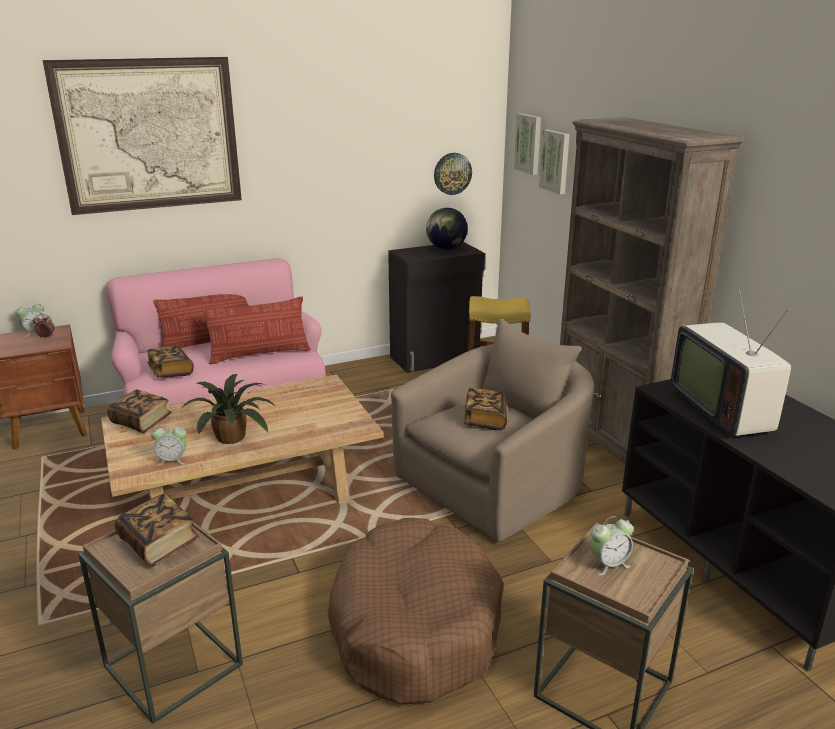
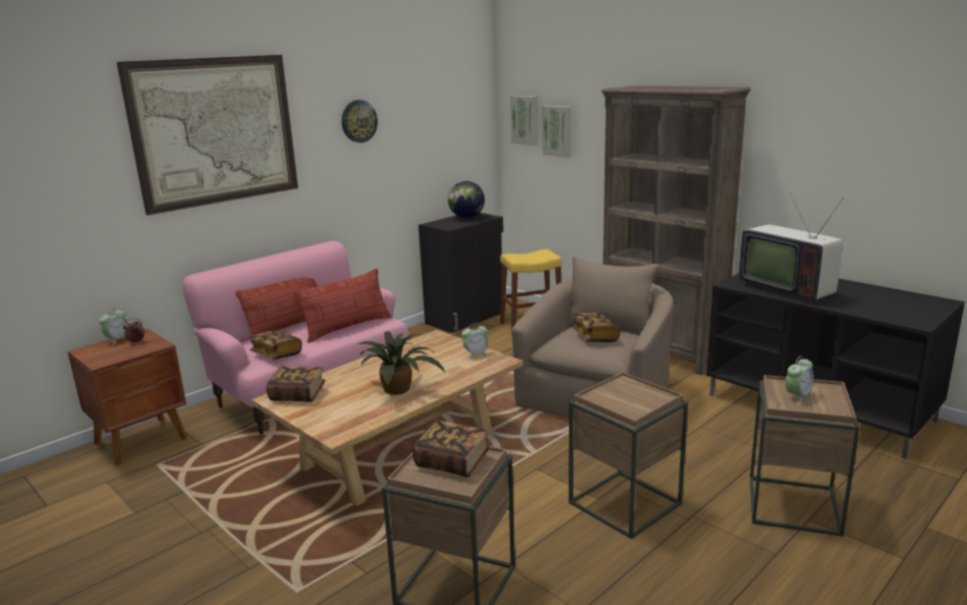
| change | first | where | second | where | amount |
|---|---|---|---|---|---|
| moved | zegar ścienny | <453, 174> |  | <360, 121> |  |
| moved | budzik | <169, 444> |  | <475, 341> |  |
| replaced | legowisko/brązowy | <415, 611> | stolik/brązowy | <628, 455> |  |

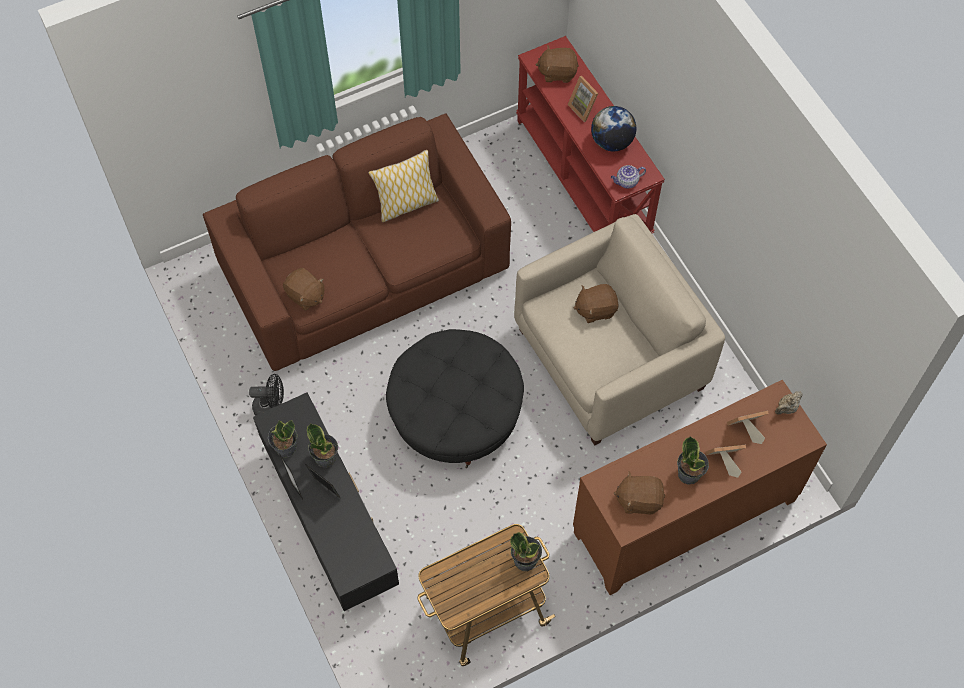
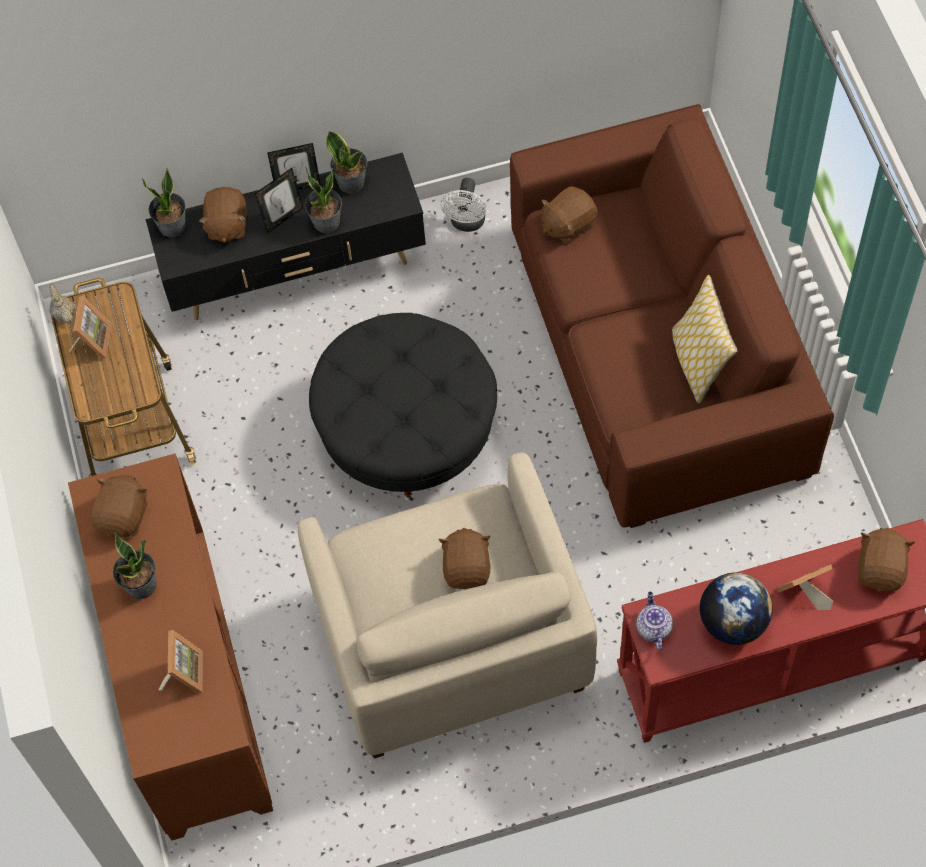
| change | first | where | second | where | amount |
|---|---|---|---|---|---|
| moved | imbryk/beżowy | <789, 402> |  | <62, 304> |  |
| moved | ramka na zdjęcie | <725, 461> |  | <90, 327> |  |
| moved | roślina doniczkowa | <526, 551> |  | <164, 202> |  |
| added |  |  | pluszak/brązowy | <222, 215> |  |
| recoloured | wentylator/czarny | <266, 395> | wentylator/biały | <463, 205> |  |

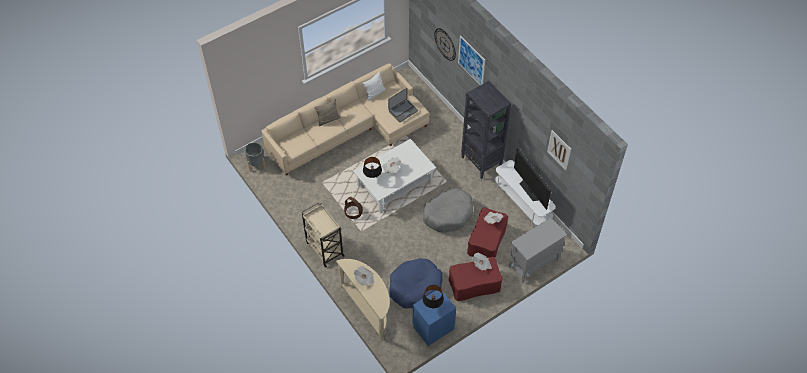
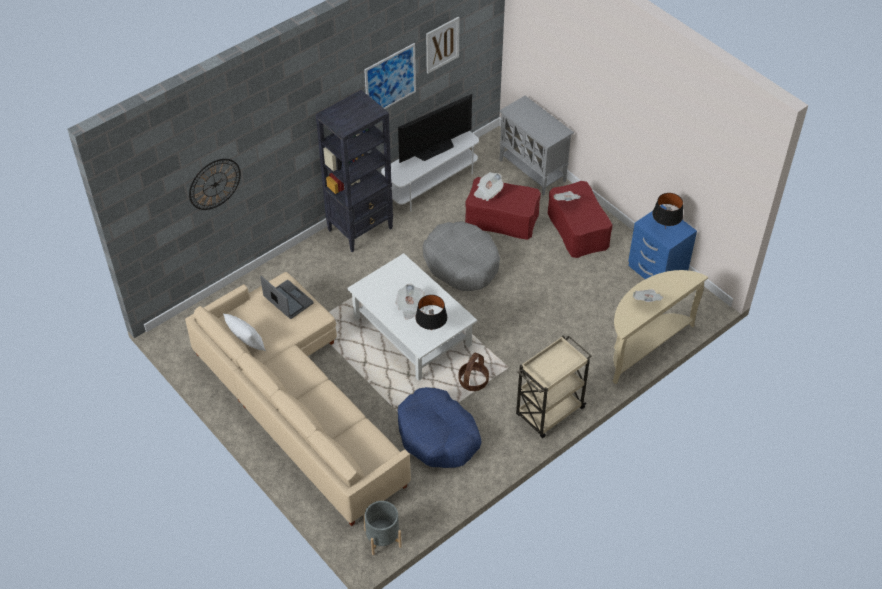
| change | first | where | second | where | amount |
|---|---|---|---|---|---|
| moved | obraz | <471, 60> |  | <390, 76> |  |
| moved | legowisko/niebieski | <416, 283> |  | <439, 427> |  |
| removed | poduszka/beżowy | <327, 112> |  |  |  |

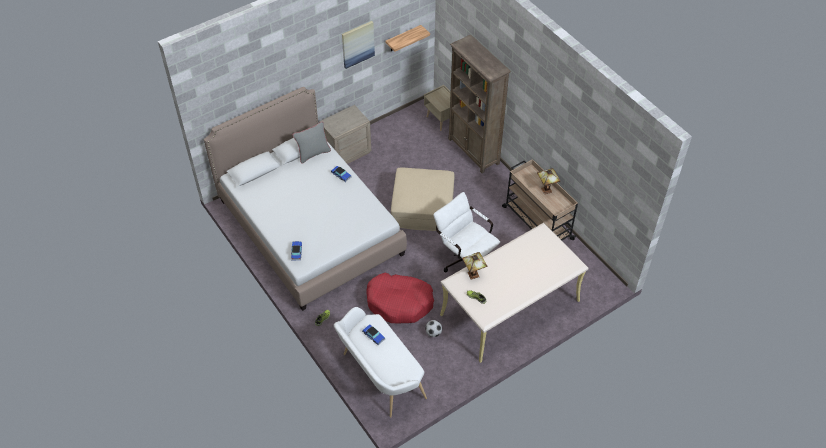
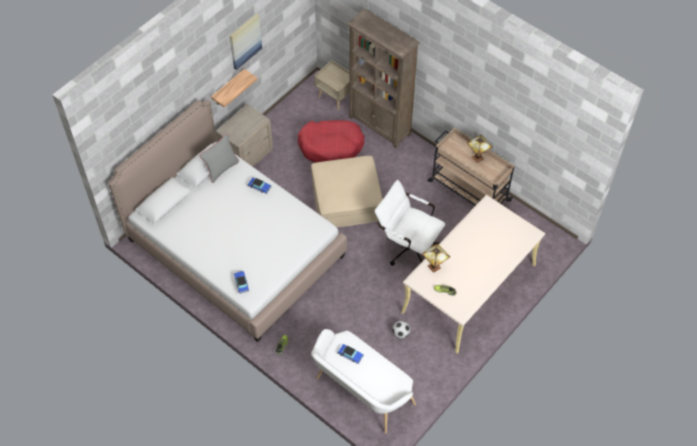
| change | first | where | second | where | amount |
|---|---|---|---|---|---|
| moved | półka | <408, 38> |  | <234, 88> |  |
| moved | legowisko/czerwony | <400, 297> |  | <331, 141> |  |

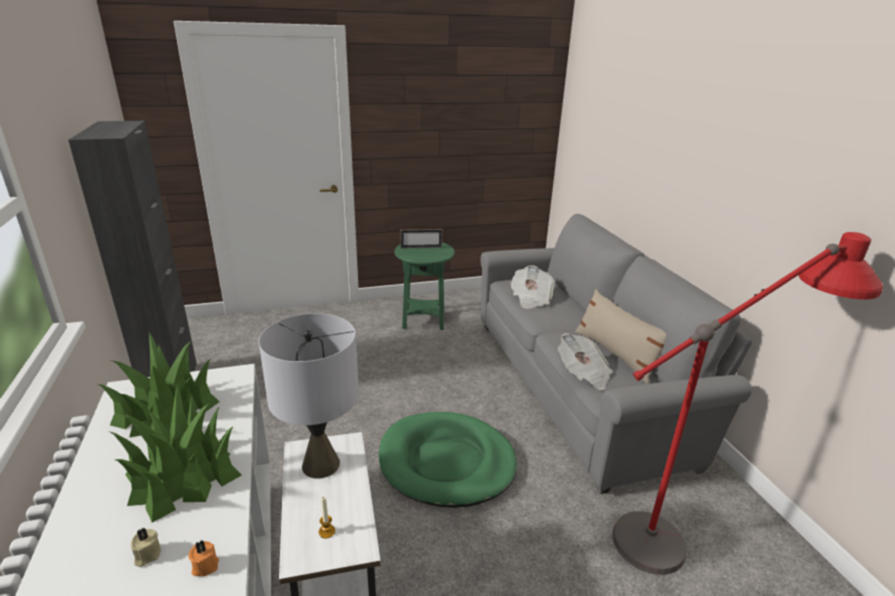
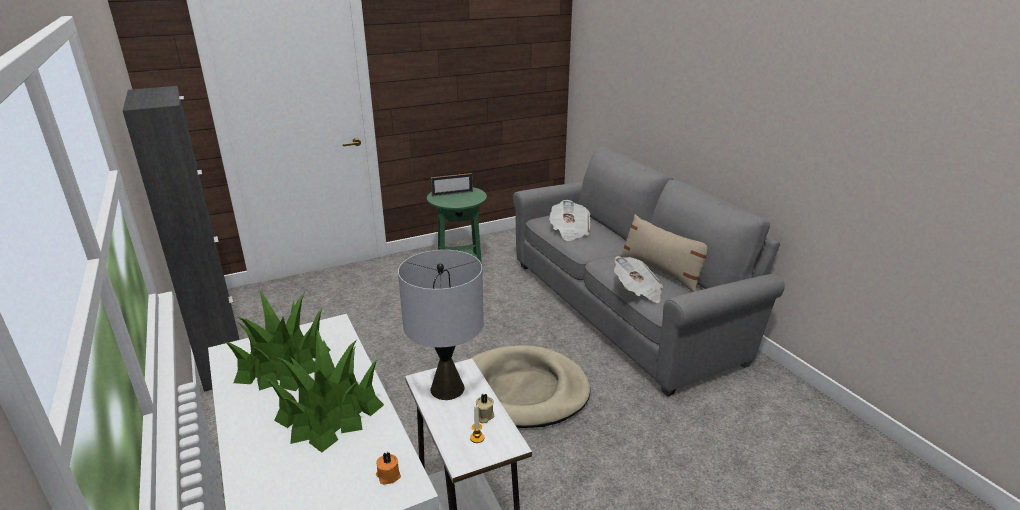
| change | first | where | second | where | amount |
|---|---|---|---|---|---|
| recoloured | legowisko/zielony | <448, 460> | legowisko/beżowy | <530, 386> |  |
| moved | świeca/beżowy | <146, 547> |  | <485, 408> |  |
| removed | lampa stojąca/czerwony | <747, 403> |  |  |  |

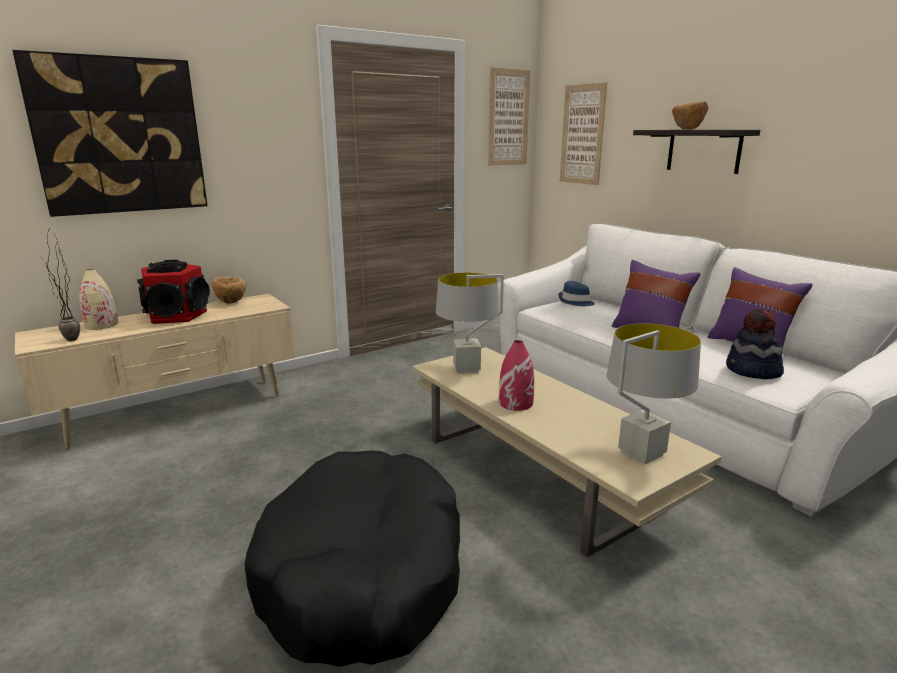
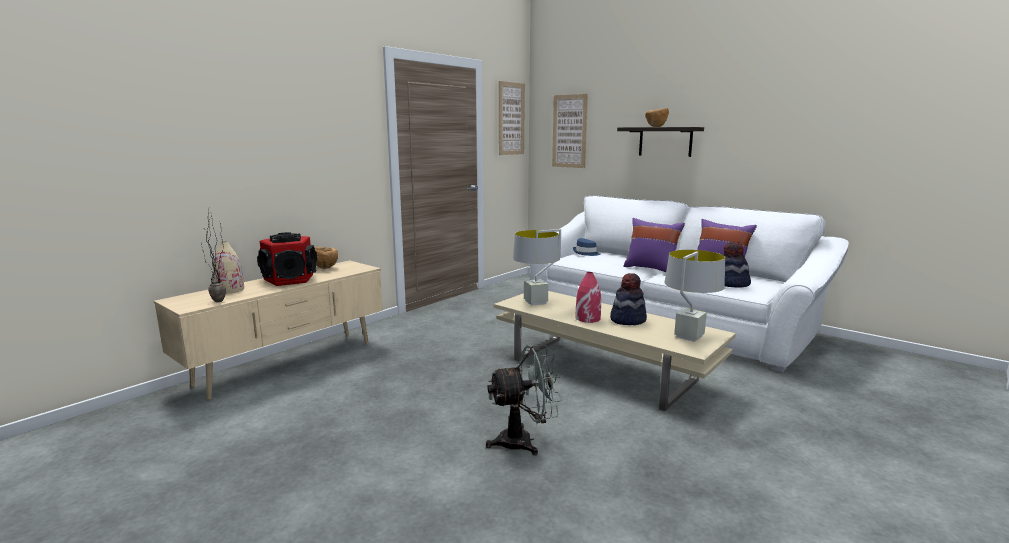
| change | first | where | second | where | amount |
|---|---|---|---|---|---|
| replaced | legowisko/czarny | <352, 559> | wentylator/szary | <524, 400> |  |
| added |  |  | kapelusz | <628, 299> |  |
| removed | obraz | <110, 133> |  |  |  |

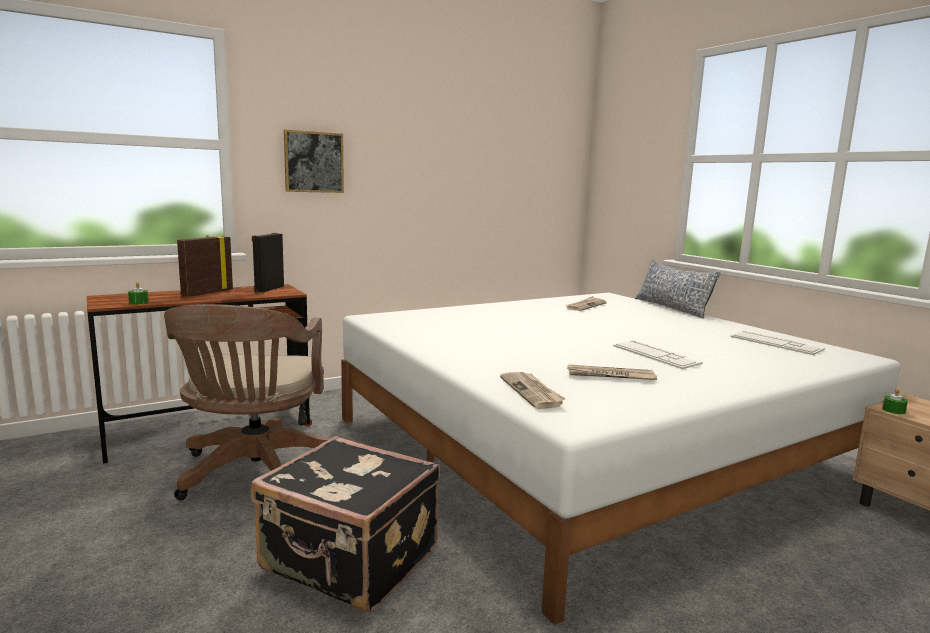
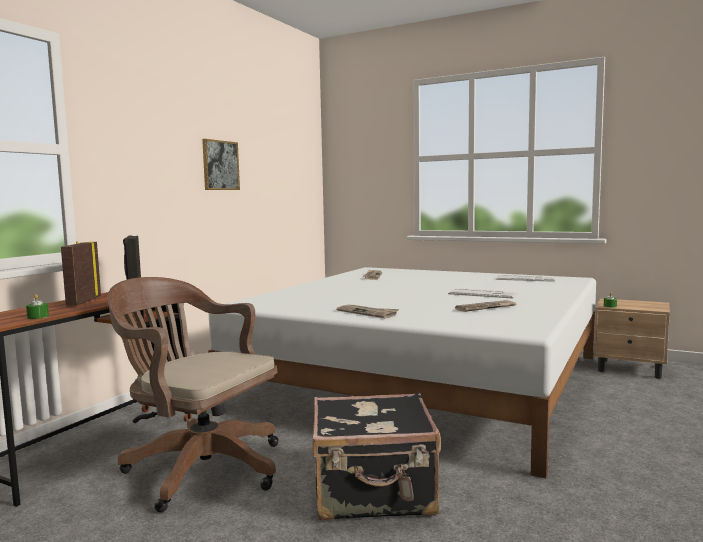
| change | first | where | second | where | amount |
|---|---|---|---|---|---|
| turned | krzesło biurowe/brązowy | <248, 402> |  | <193, 394> | 150 degrees clockwise |
| moved | obraz | <314, 161> |  | <221, 164> |  |
| moved | gazeta | <533, 390> |  | <367, 312> |  |
| removed | poduszka | <678, 288> |  |  |  |

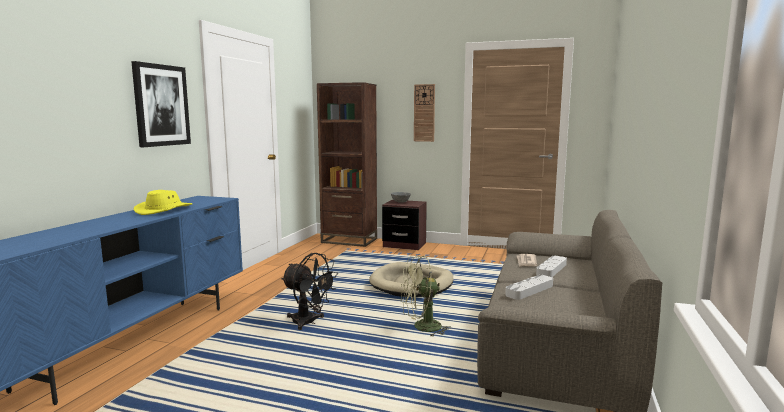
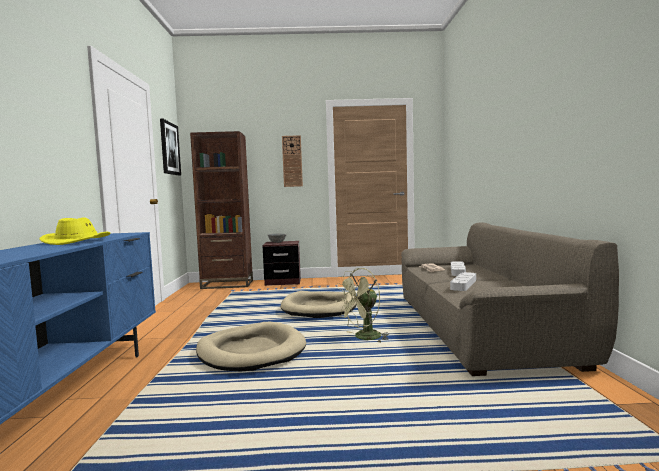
| change | first | where | second | where | amount |
|---|---|---|---|---|---|
| moved | obraz | <161, 104> |  | <170, 147> |  |
| replaced | wentylator/czarny | <309, 291> | legowisko/beżowy | <251, 346> |  |

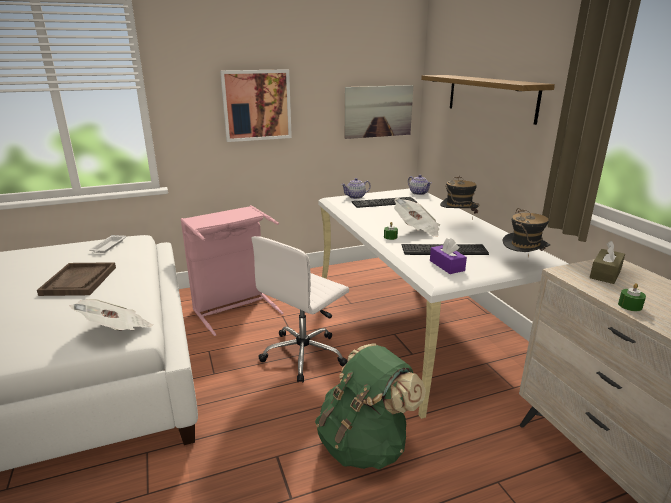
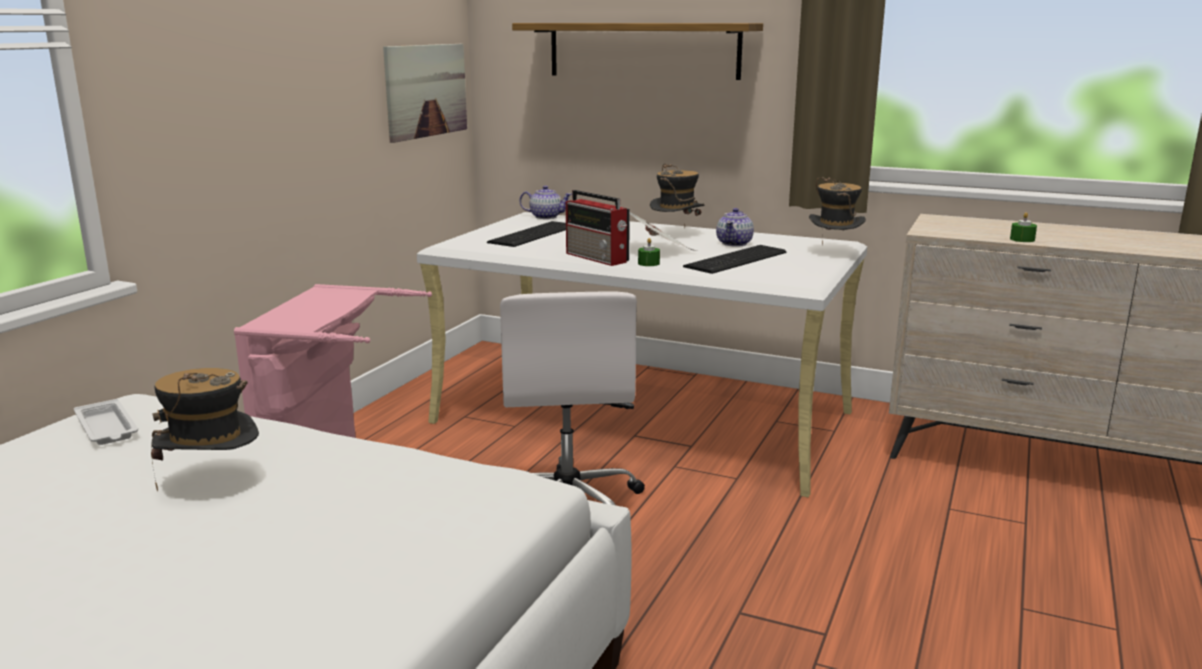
| change | first | where | second | where | amount |
|---|---|---|---|---|---|
| replaced | taca/brązowy | <76, 279> | kapelusz | <205, 429> |  |
| added |  |  | radio | <598, 228> |  |
| moved | imbryk | <356, 188> |  | <735, 227> |  |
| removed | gazeta | <111, 315> |  |  |  |
| removed | obraz | <256, 105> |  |  |  |
| removed | plecak/zielony | <370, 406> |  |  |  |
| removed | pudełko chusteczek/fioletowy | <448, 256> |  |  |  |
| removed | pudełko chusteczek/brązowy | <607, 262> |  |  |  |

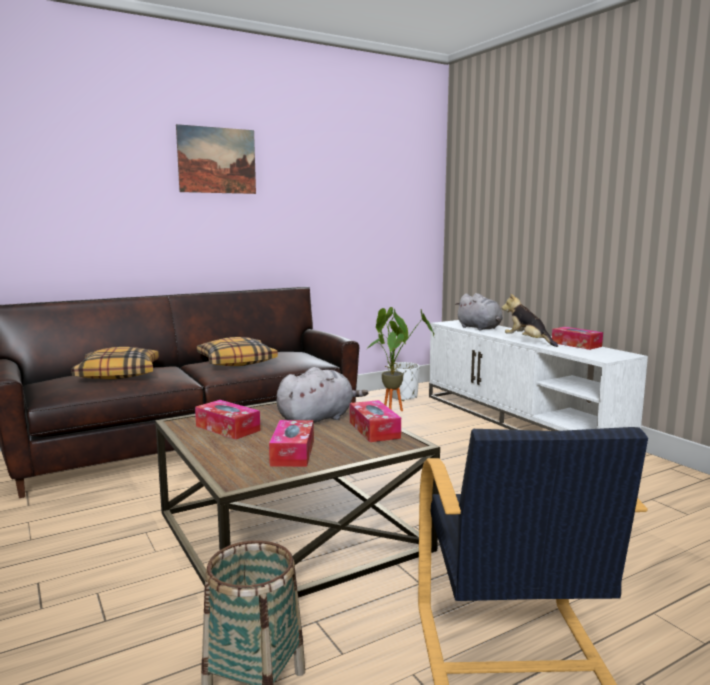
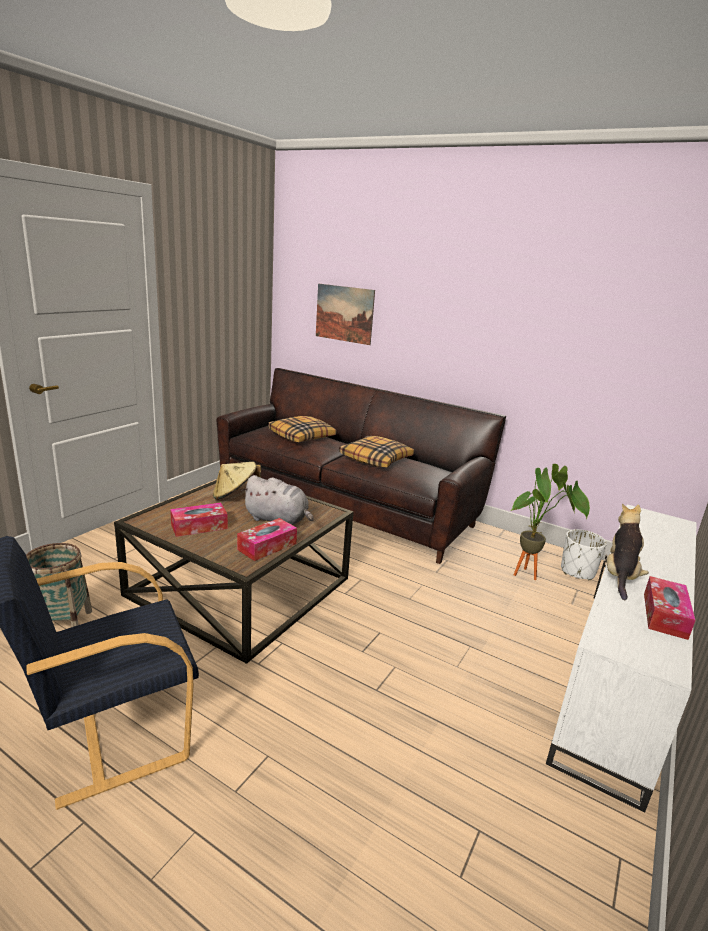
| change | first | where | second | where | amount |
|---|---|---|---|---|---|
| replaced | pudełko chusteczek | <227, 419> | kapelusz/beżowy | <237, 481> |  |
| moved | obraz | <216, 159> |  | <345, 314> |  |
| removed | pluszak/szary | <479, 312> |  |  |  |

